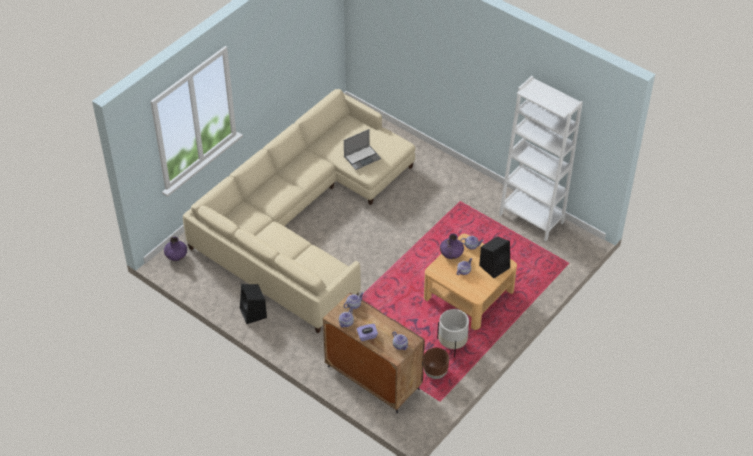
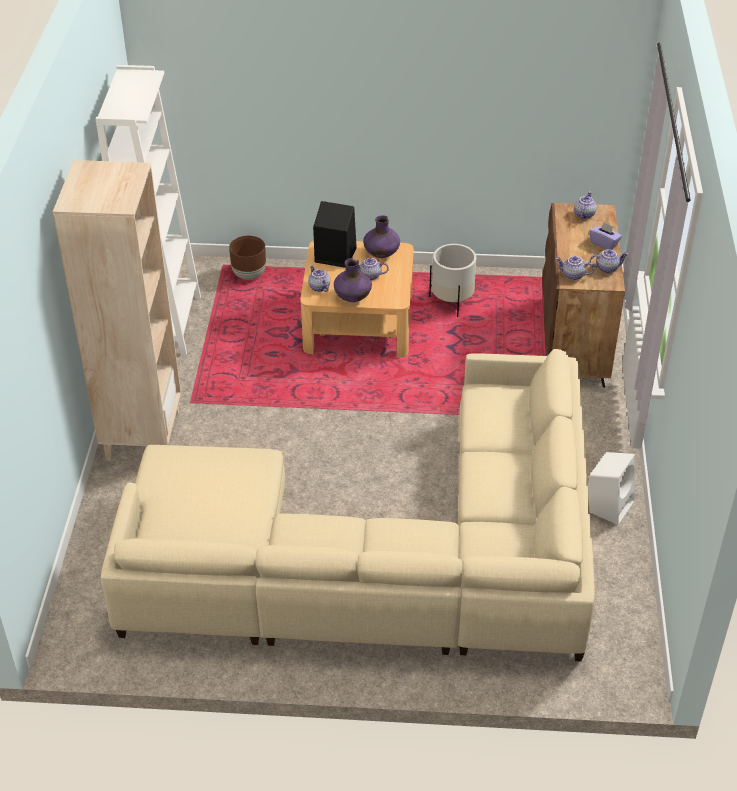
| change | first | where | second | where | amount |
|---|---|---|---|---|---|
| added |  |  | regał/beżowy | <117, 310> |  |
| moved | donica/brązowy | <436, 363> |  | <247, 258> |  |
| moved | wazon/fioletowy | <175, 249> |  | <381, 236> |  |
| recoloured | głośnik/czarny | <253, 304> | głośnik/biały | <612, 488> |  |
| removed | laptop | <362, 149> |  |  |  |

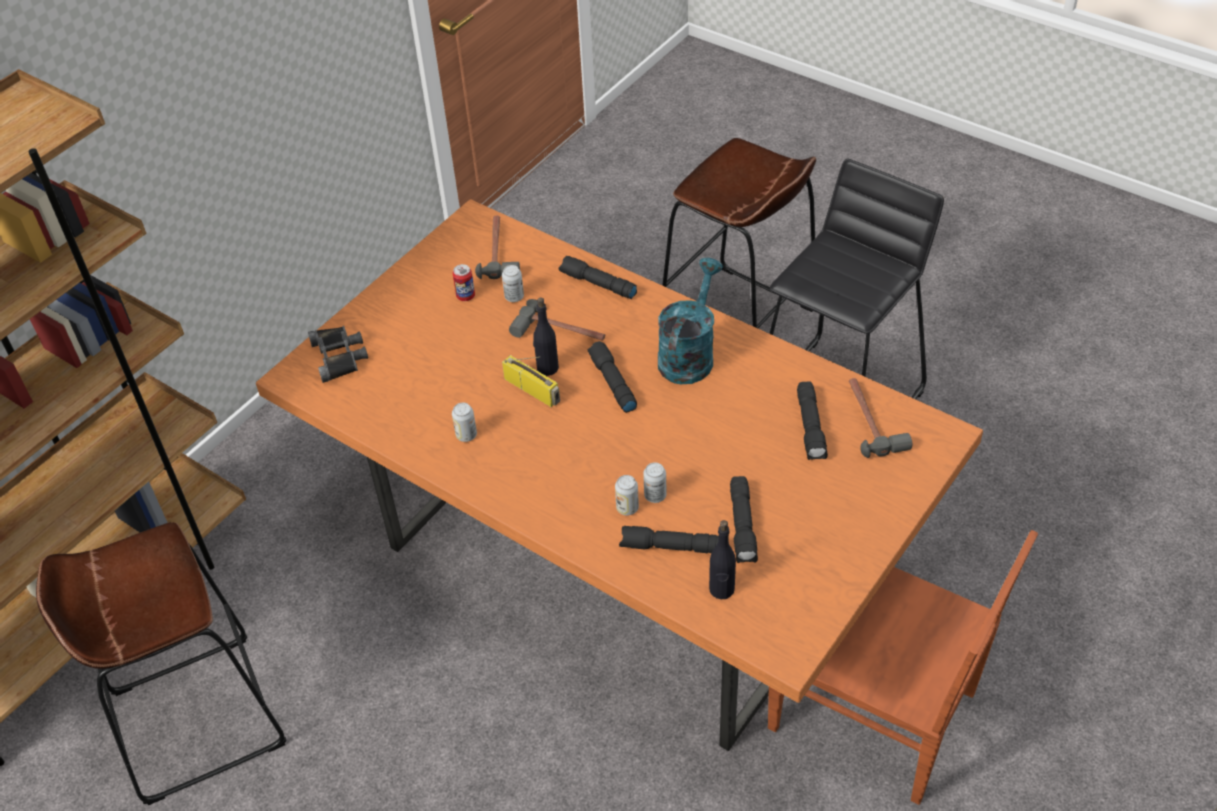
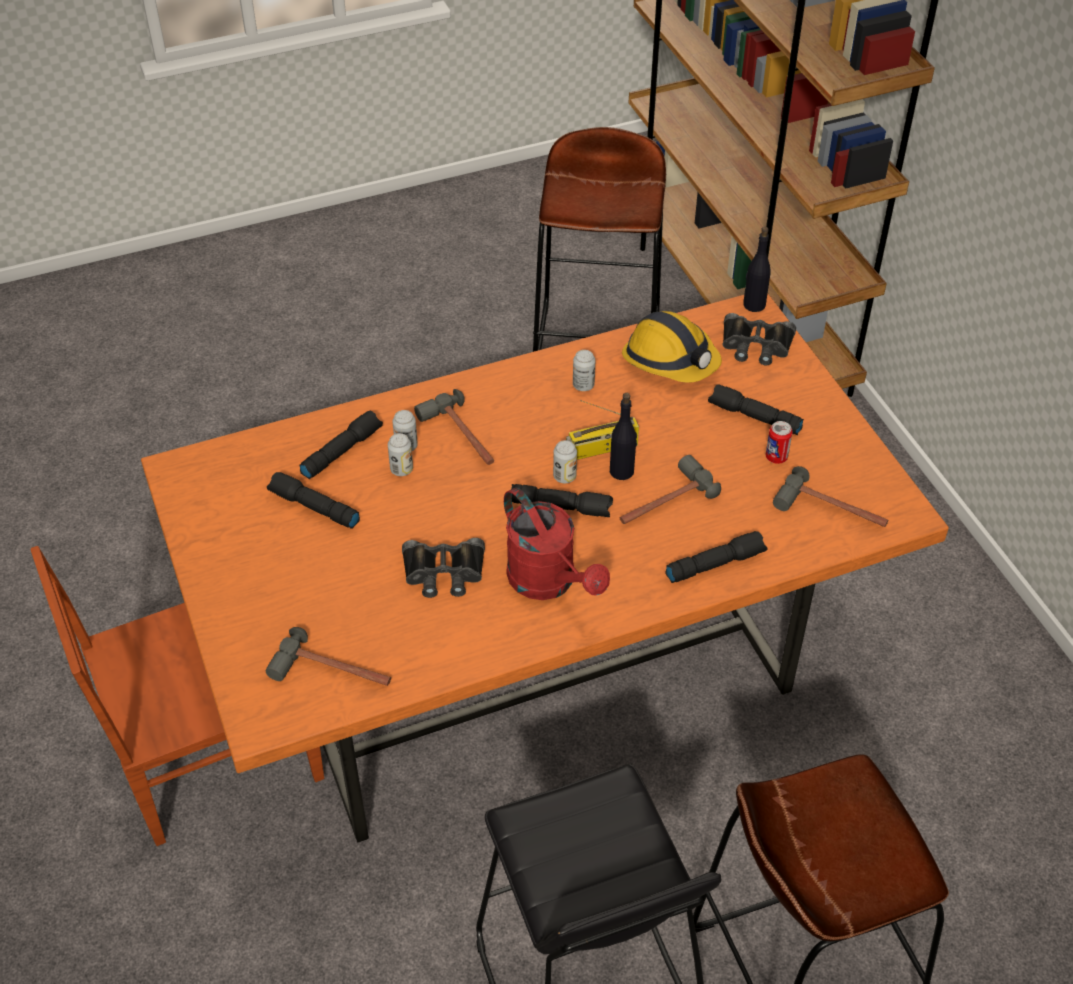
| change | first | where | second | where | amount |
|---|---|---|---|---|---|
| added |  |  | lornetka/czarny | <443, 568> |  |
| added |  |  | młotek | <454, 427> |  |
| recoloured | konewka/turkusowy | <690, 321> | konewka/czerwony | <557, 543> |  |
| moved | puszka | <513, 283> |  | <565, 461> |  |
| added |  |  | kask | <672, 347> |  |
| moved | latarka/czarny | <812, 420> |  | <756, 409> |  |
| moved | butelka/czarny | <722, 559> |  | <757, 269> |  |

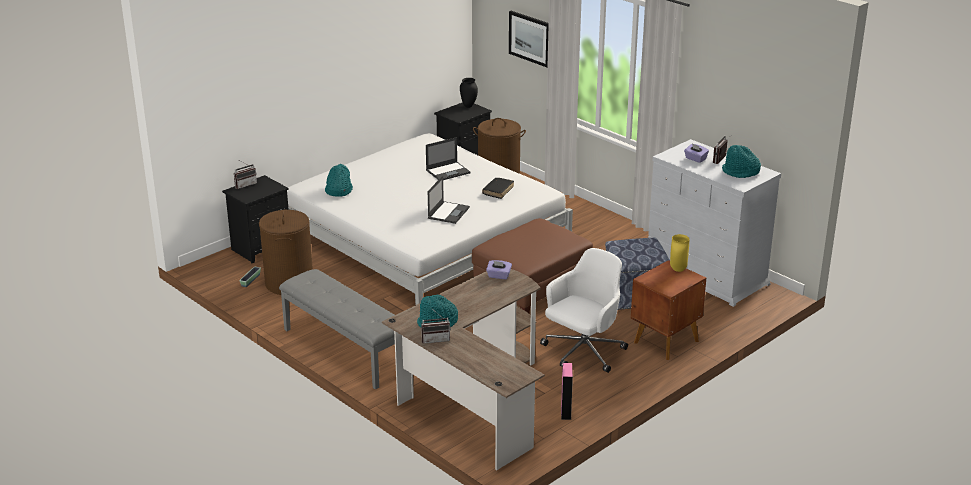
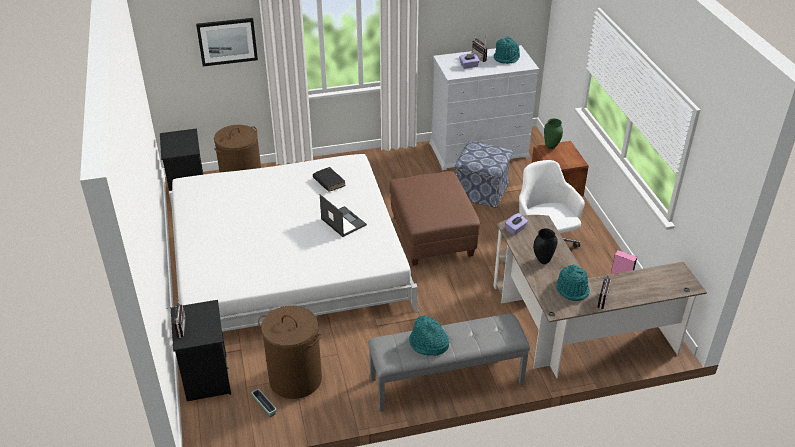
| change | first | where | second | where | amount |
|---|---|---|---|---|---|
| moved | kapelusz/turkusowy | <339, 180> |  | <429, 335> |  |
| moved | wazon/czarny | <469, 93> |  | <545, 246> |  |
| recoloured | wazon/żółty | <680, 253> | wazon/zielony | <553, 134> |  |
| removed | laptop | <448, 158> |  |  |  |

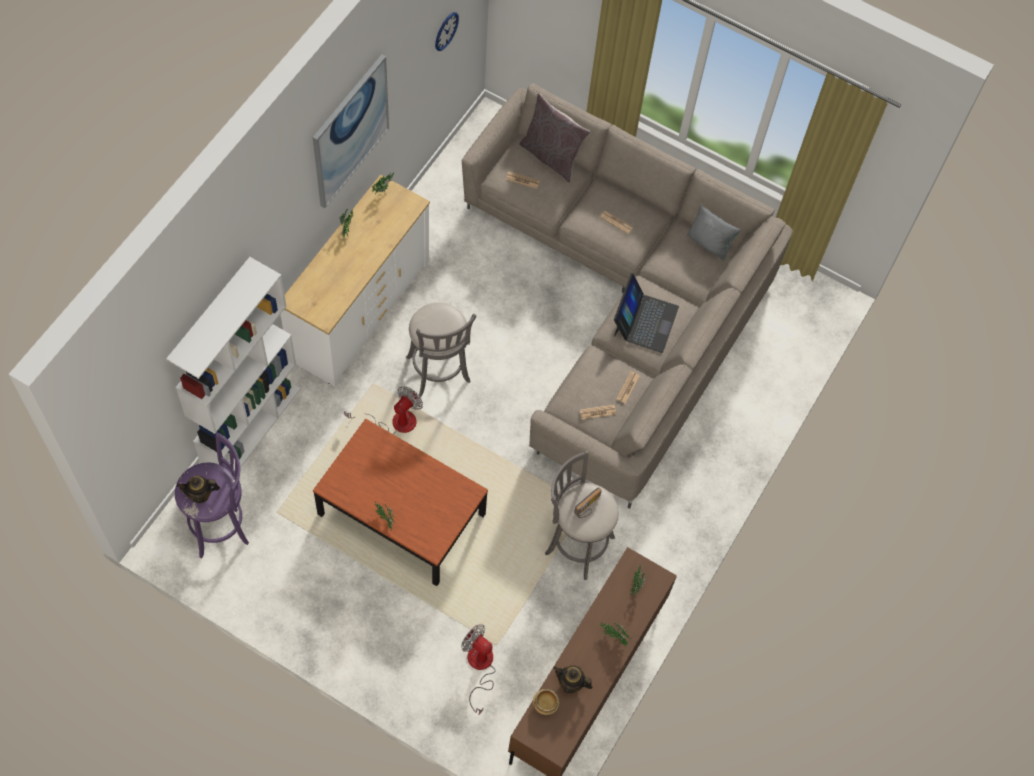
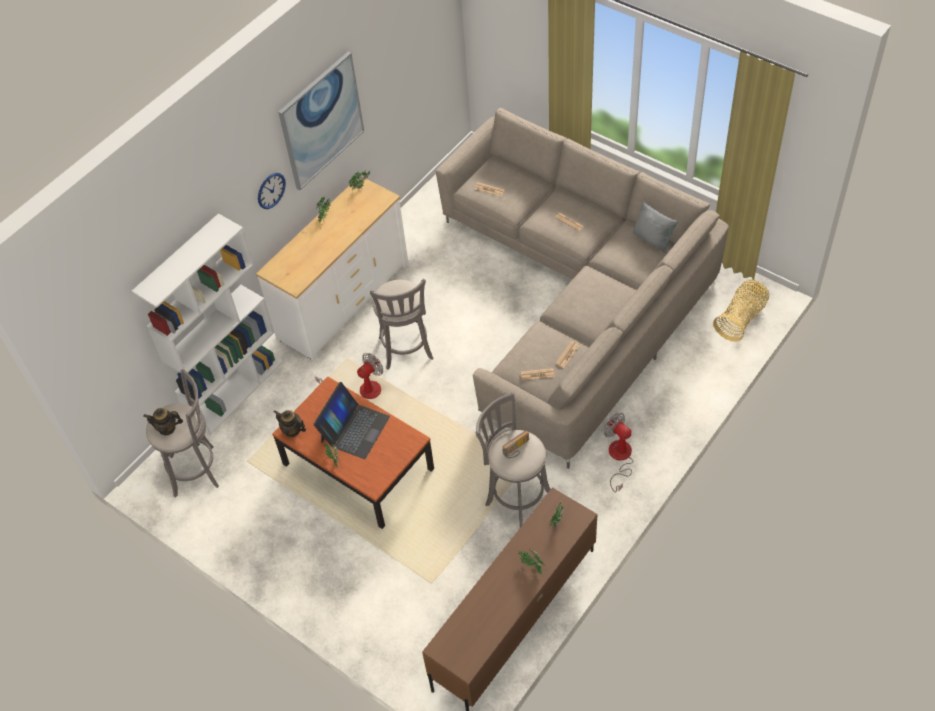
| change | first | where | second | where | amount |
|---|---|---|---|---|---|
| recoloured | stołek/fioletowy | <212, 495> | stołek/szary | <182, 433> |  |
| moved | zegar ścienny | <447, 31> |  | <272, 191> |  |
| moved | imbryk | <573, 679> |  | <290, 423> |  |
| moved | laptop | <646, 313> |  | <351, 420> |  |
| moved | wentylator | <478, 669> |  | <619, 453> |  |
| added |  |  | koszyk | <741, 311> |  |
| removed | poduszka/szary | <554, 138> |  |  |  |
| removed | miska | <546, 702> |  |  |  |

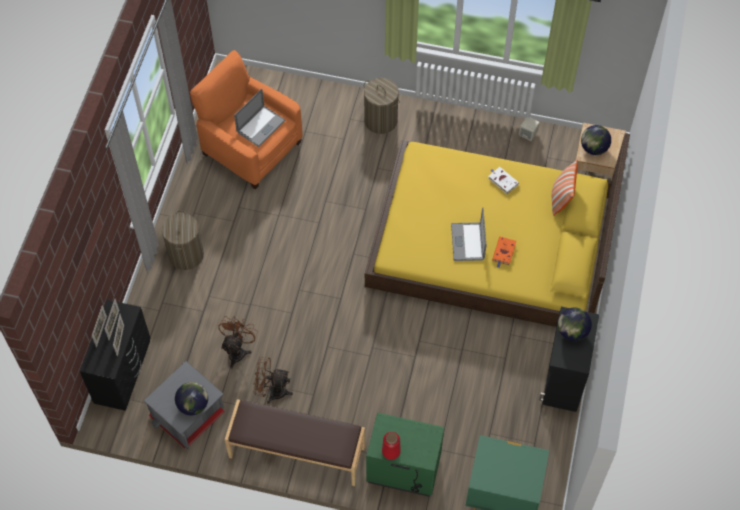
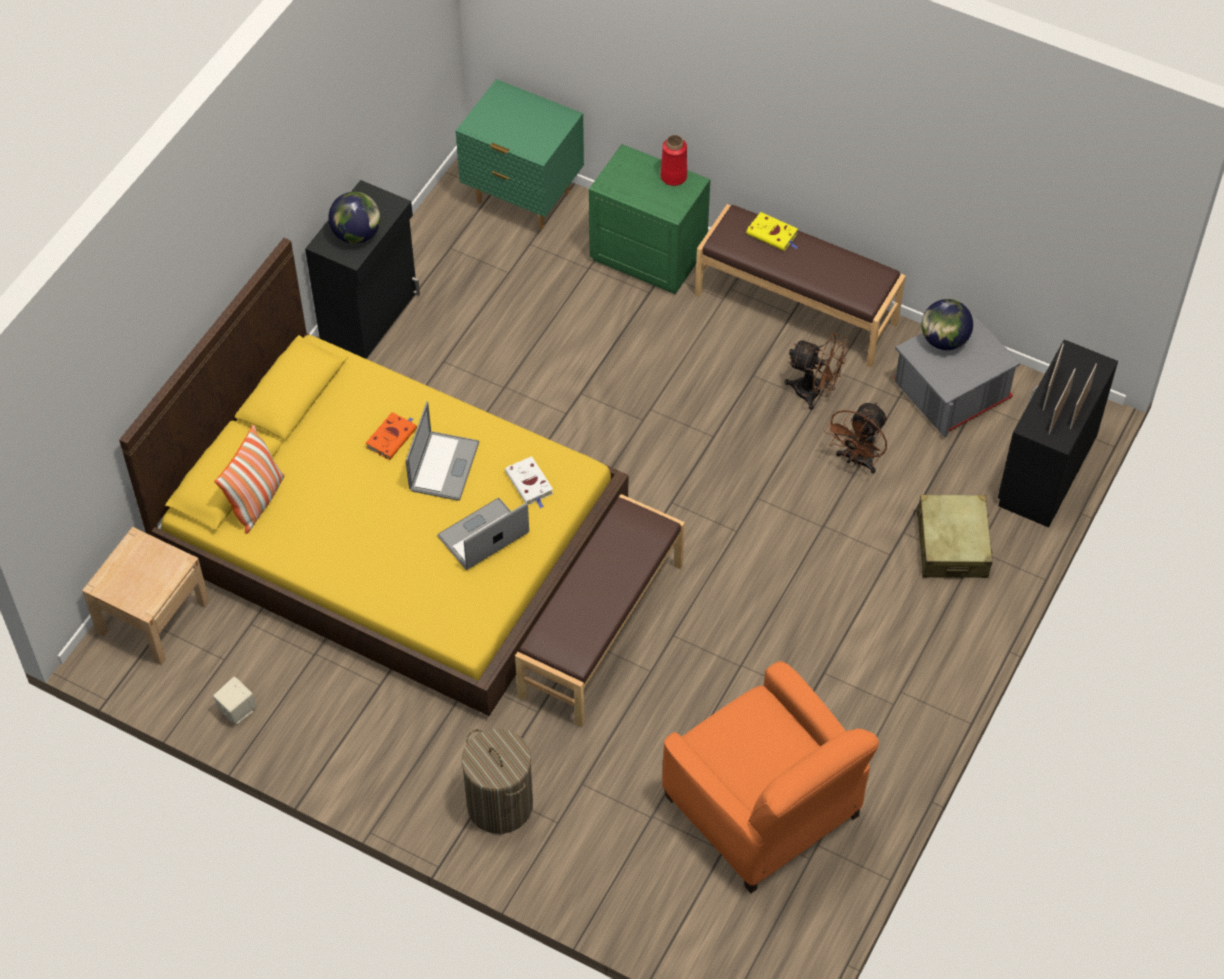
| change | first | where | second | where | amount |
|---|---|---|---|---|---|
| moved | laptop | <259, 118> |  | <483, 534> |  |
| moved | książka/biały | <503, 180> |  | <529, 482> |  |
| added |  |  | ławka/brązowy | <600, 610> |  |
| added |  |  | książka/żółty | <772, 231> |  |
| added |  |  | walizka/beżowy | <955, 536> |  |
| removed | kosz na pranie | <183, 240> |  |  |  |
| removed | globus | <596, 140> |  |  |  |

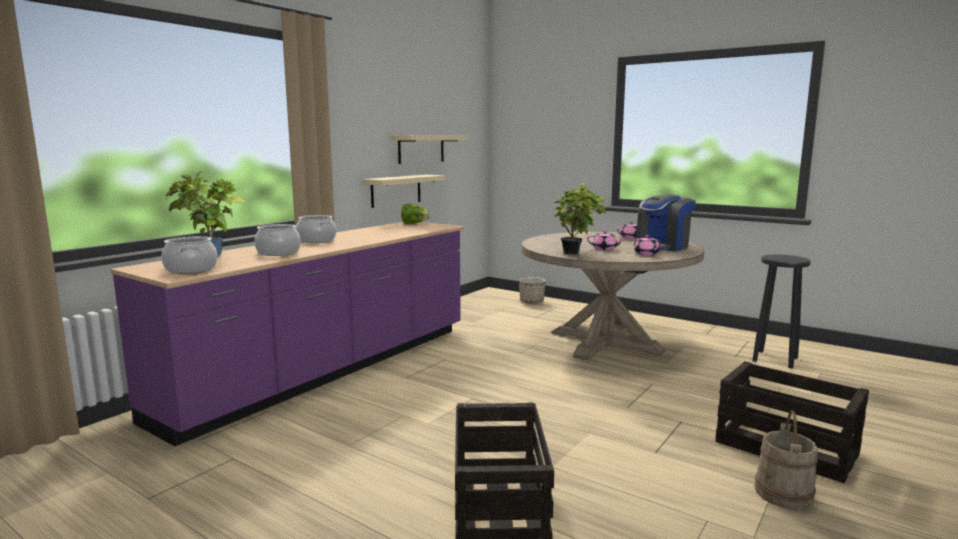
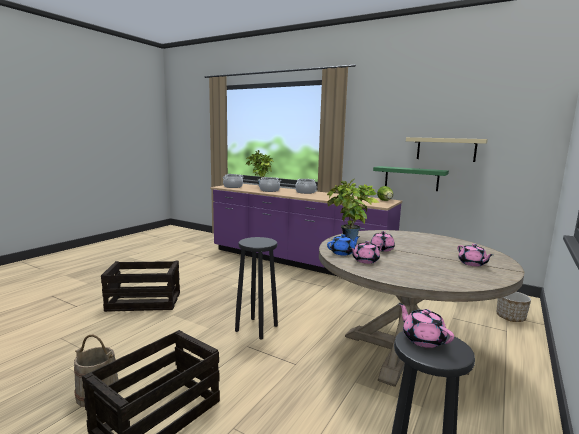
| change | first | where | second | where | amount |
|---|---|---|---|---|---|
| added |  |  | stołek/czarny | <256, 288> |  |
| added |  |  | imbryk/niebieski | <343, 244> |  |
| recoloured | półka/beżowy | <404, 191> | półka/zielony | <411, 178> |  |
| added |  |  | imbryk/różowy | <426, 325> |  |
| removed | ekspres do kawy | <665, 222> |  |  |  |

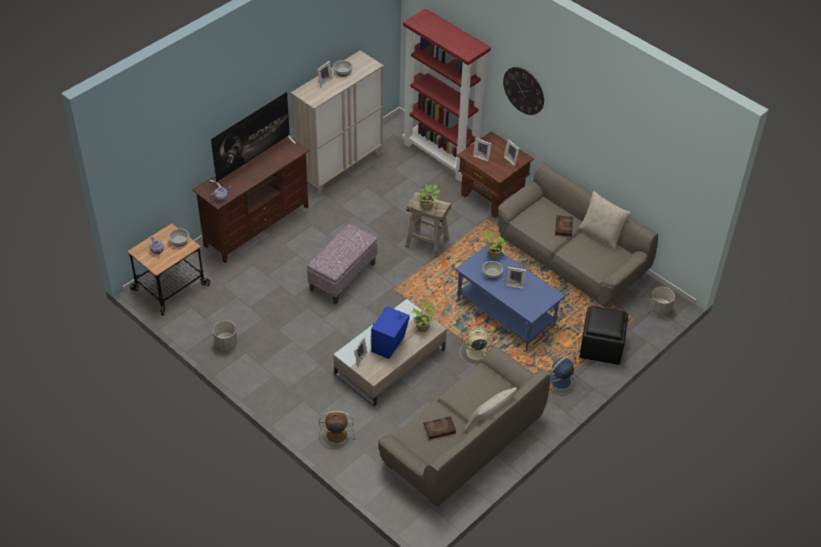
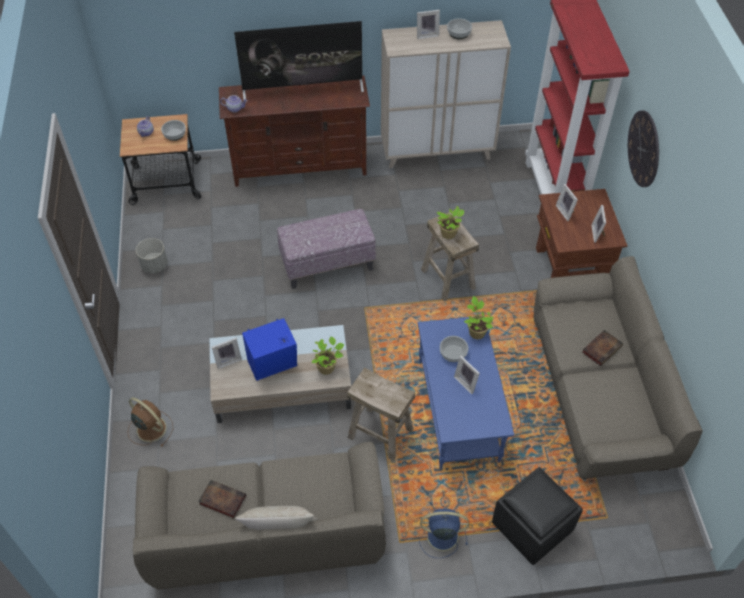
| change | first | where | second | where | amount |
|---|---|---|---|---|---|
| replaced | wentylator/beżowy | <477, 346> | stołek/beżowy | <381, 414> |  |
| removed | poduszka/beżowy | <605, 220> |  |  |  |
| removed | donica/szary | <662, 301> |  |  |  |

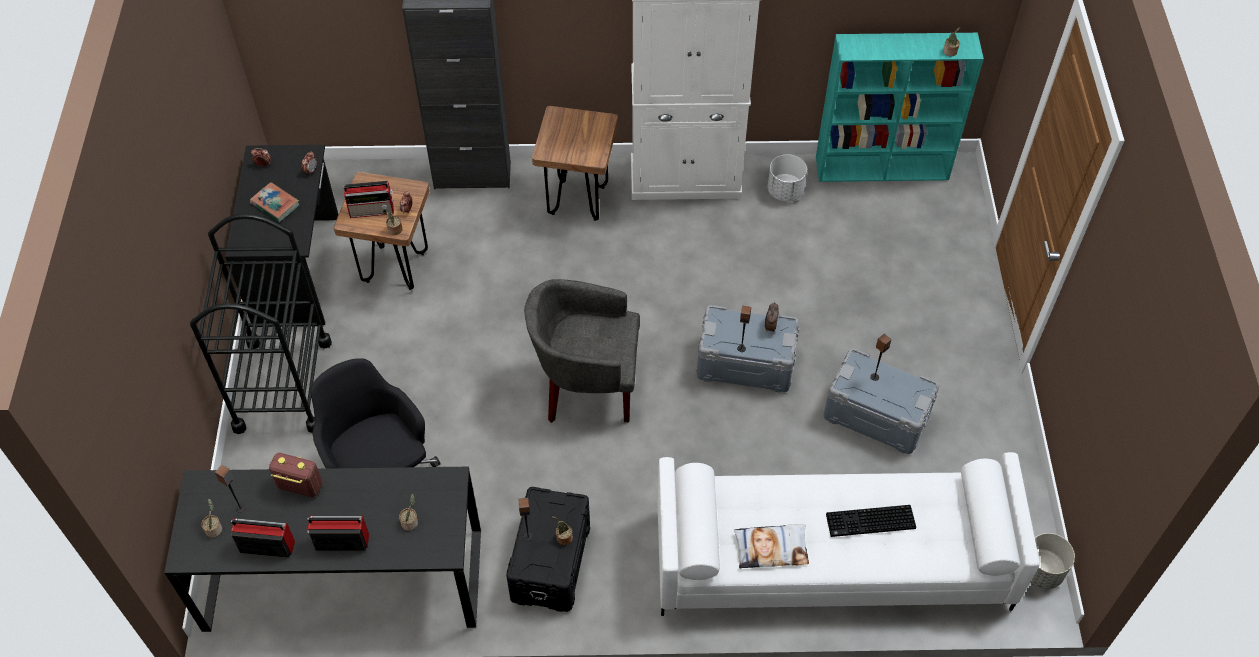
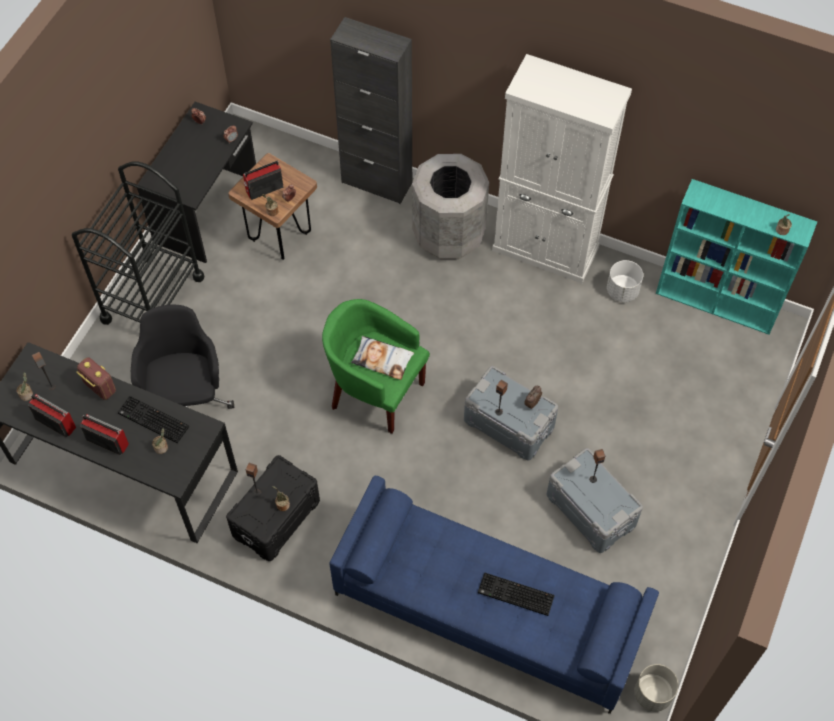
| change | first | where | second | where | amount |
|---|---|---|---|---|---|
| added |  |  | klawiatura | <153, 419> |  |
| turned | radio | <368, 199> |  | <263, 180> | 135 degrees clockwise |
| recoloured | fotel/szary | <582, 351> | fotel/zielony | <376, 366> |  |
| recoloured | kanapa/biały | <849, 534> | kanapa/niebieski | <494, 595> |  |
| moved | poduszka | <771, 546> |  | <382, 358> |  |
| replaced | stołek/brązowy | <575, 163> | kosz na śmieci/szary | <450, 207> |  |
| removed | książka | <275, 202> |  |  |  |

